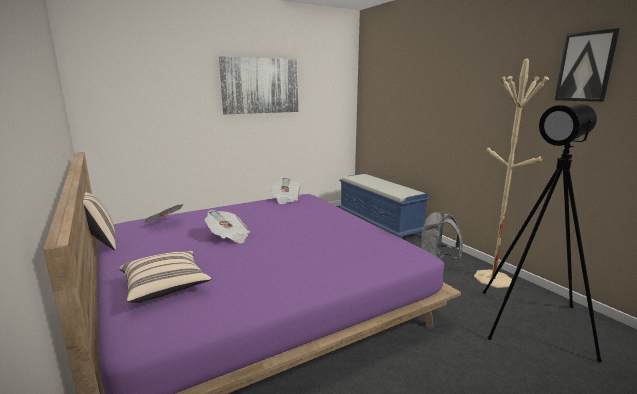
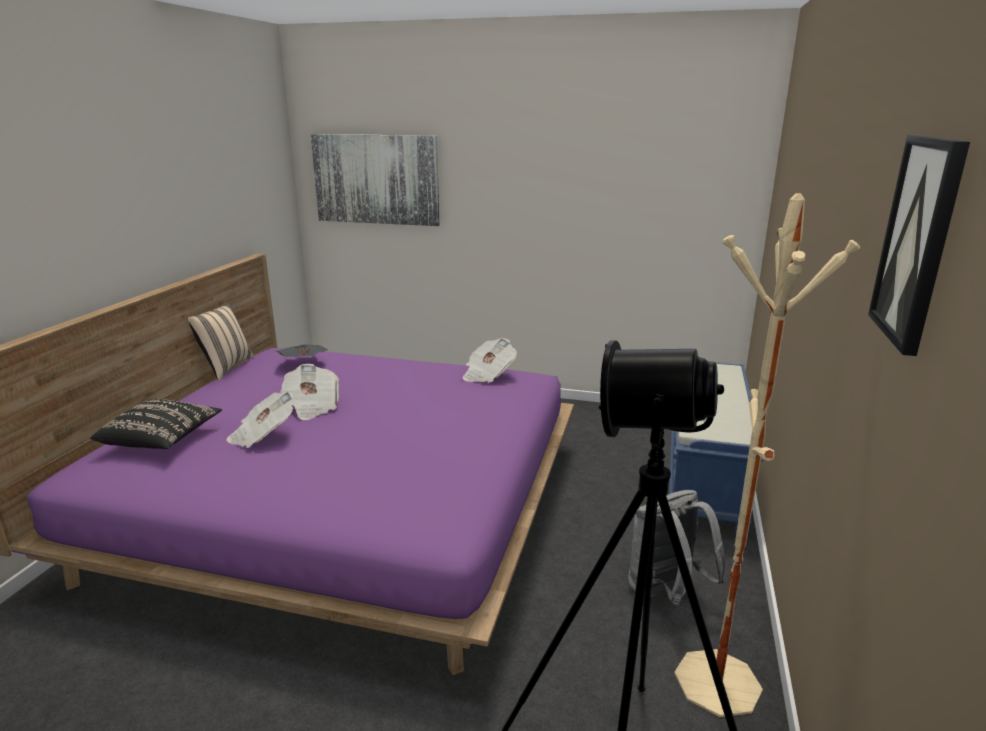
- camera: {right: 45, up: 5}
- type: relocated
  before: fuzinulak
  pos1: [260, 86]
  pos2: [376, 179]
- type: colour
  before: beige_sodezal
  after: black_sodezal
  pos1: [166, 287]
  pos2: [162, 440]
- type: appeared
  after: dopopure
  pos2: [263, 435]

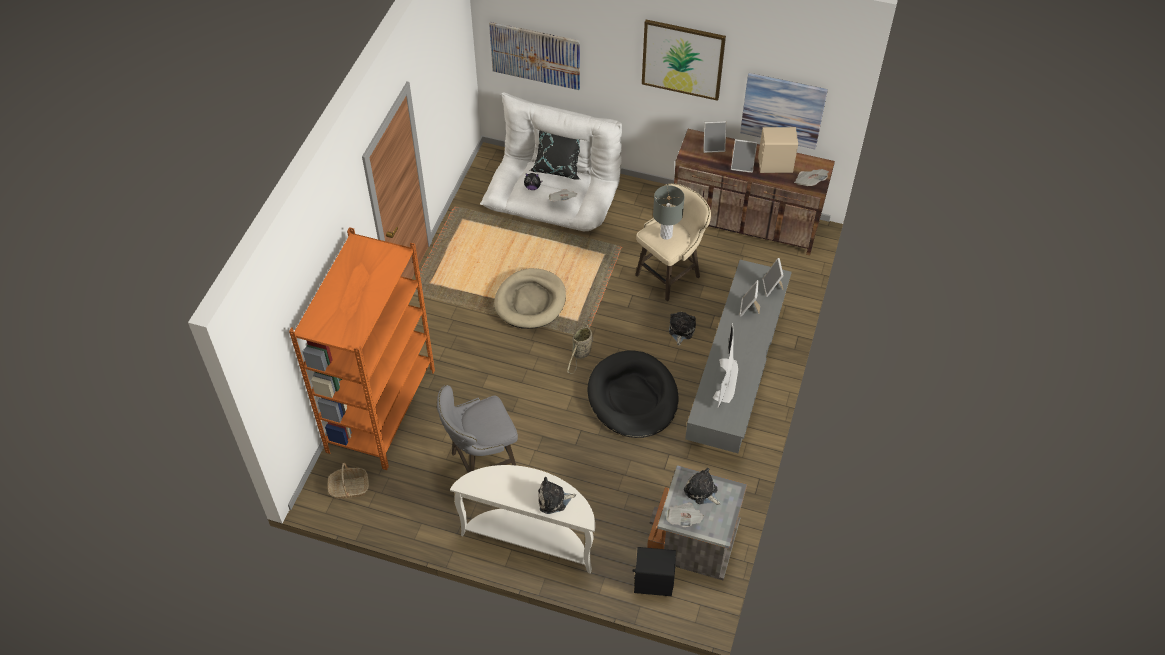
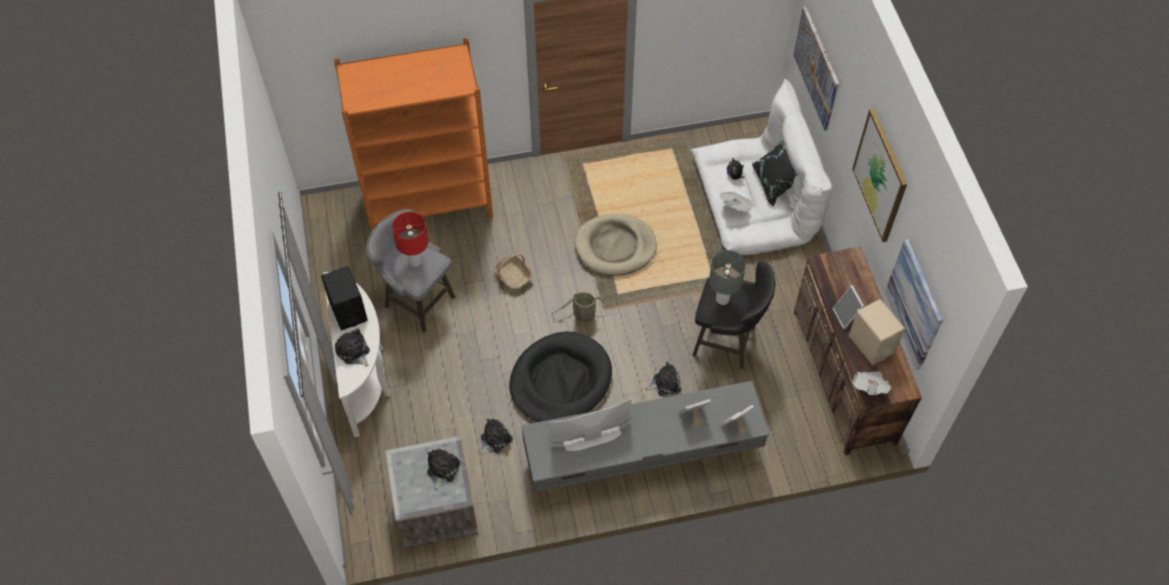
- camera: {right: 60, up: 5}
- type: missing
  before: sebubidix
  pos1: [713, 146]
- type: colour
  before: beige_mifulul
  after: black_mifulul
  pos1: [670, 274]
  pos2: [727, 342]
- type: relocated
  before: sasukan
  pos1: [349, 488]
  pos2: [513, 276]
- type: missing
  before: dopopure
  pos1: [684, 519]
- type: relocated
  before: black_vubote
  pos1: [653, 582]
  pos2: [348, 310]
- type: appeared
  after: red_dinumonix
  pos2: [415, 261]
- type: appeared
  after: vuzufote
  pos2: [494, 439]

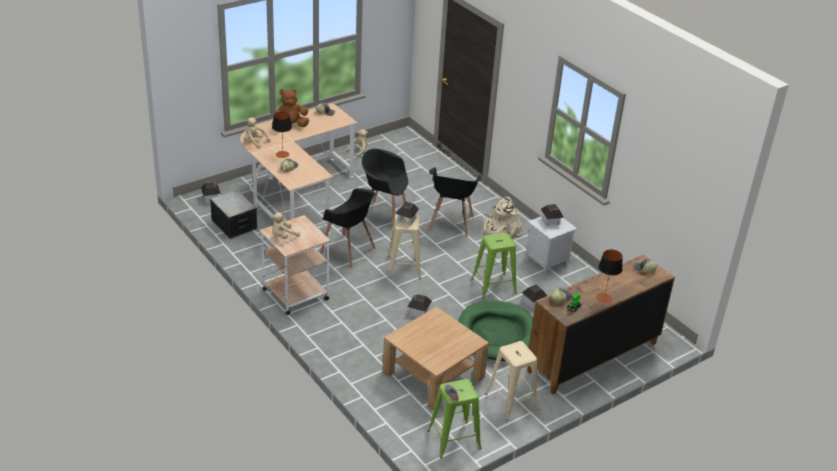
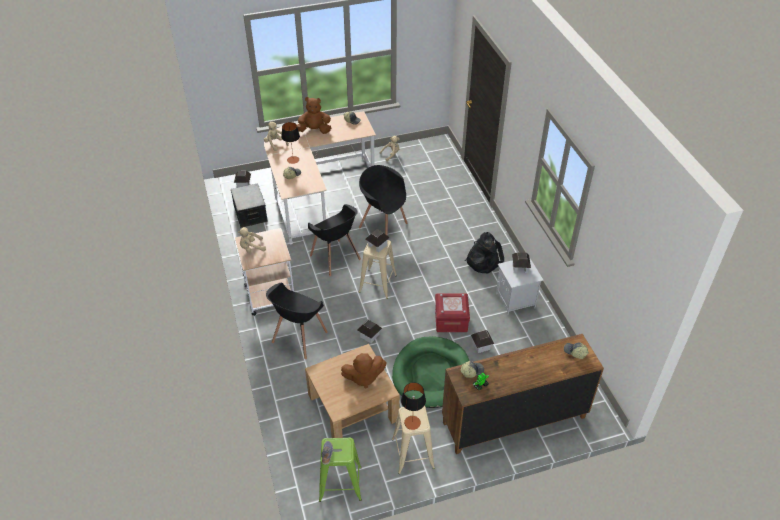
- camera: {right: 20, up: 10}
- type: relocated
  before: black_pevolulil
  pos1: [451, 224]
  pos2: [299, 338]
- type: colour
  before: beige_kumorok
  after: black_kumorok
  pos1: [500, 231]
  pos2: [483, 260]
- type: exchanged
  before: green_mifulul
  after: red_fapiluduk
  pos1: [493, 286]
  pos2: [451, 320]
- type: relocated
  before: dinumonix
  pos1: [604, 298]
  pos2: [412, 422]
- type: appeared
  after: brown_vuzufote
  pos2: [363, 377]

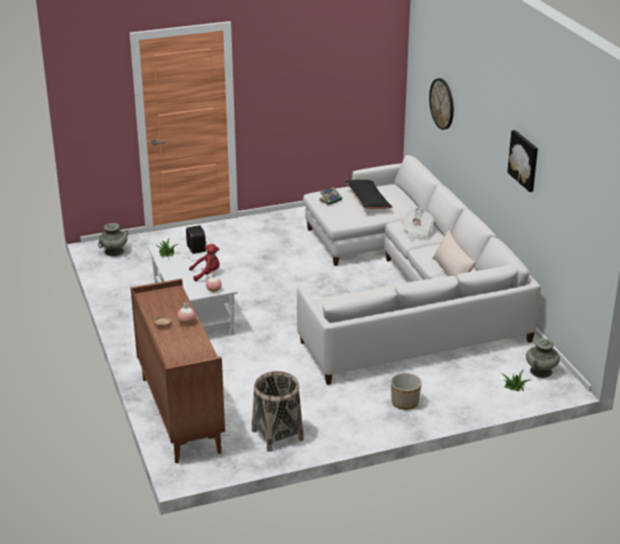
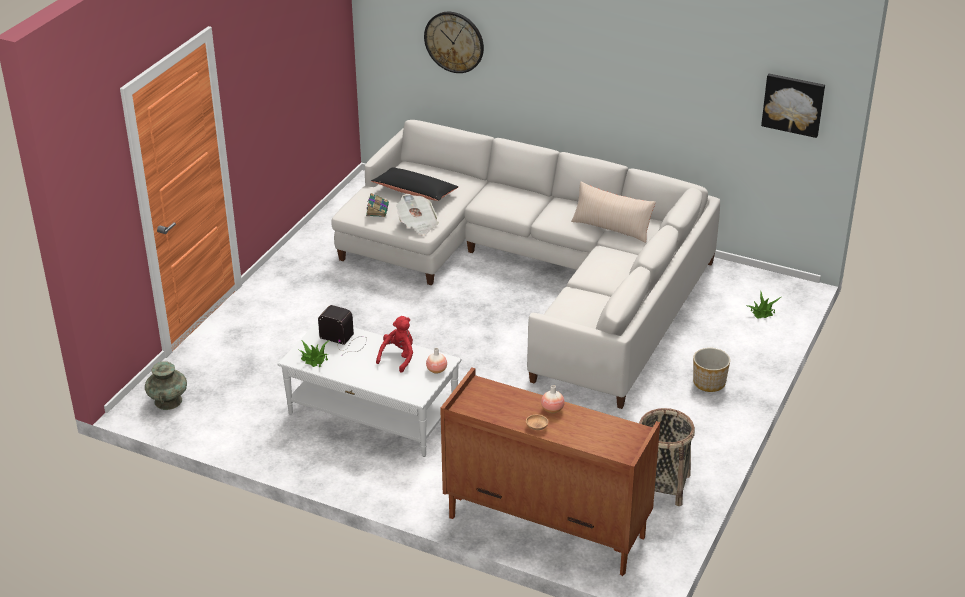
- camera: {right: -45, up: 5}
- type: relocated
  before: fuzinulak
  pos1: [524, 160]
  pos2: [793, 104]
- type: relocated
  before: dopopure
  pos1: [416, 232]
  pos2: [417, 224]
- type: missing
  before: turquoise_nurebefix
  pos1: [541, 371]

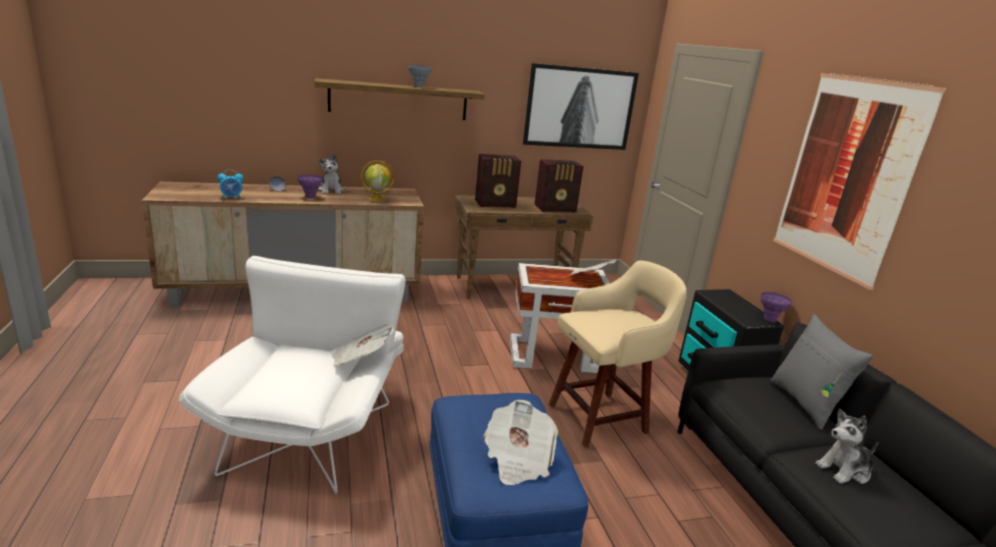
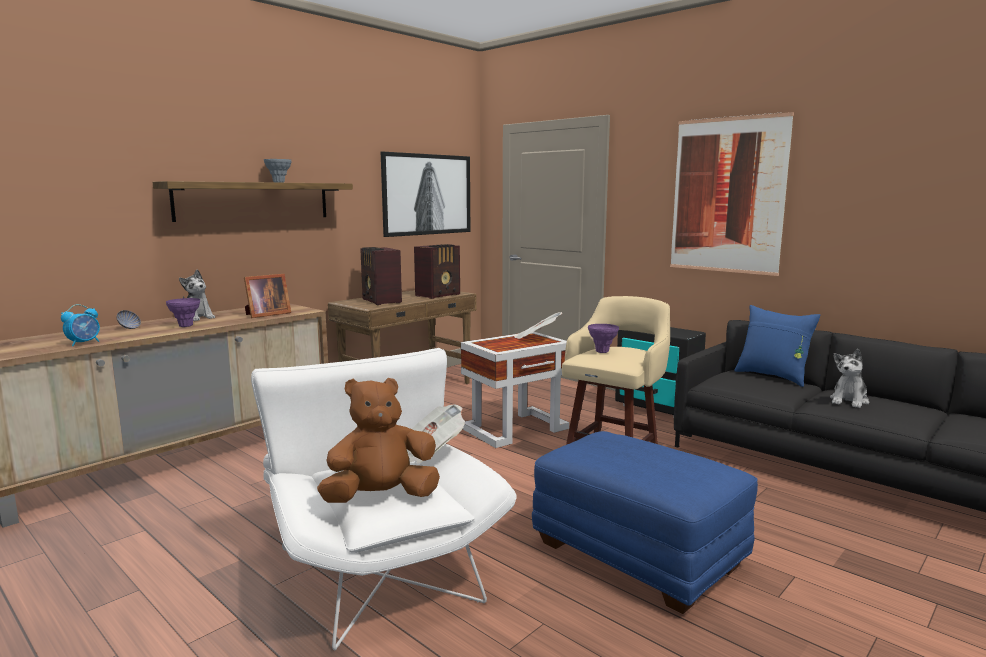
- camera: {right: -30, up: -10}
- type: spun
  before: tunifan
  pos1: [496, 204]
  pos2: [381, 301]
  turn: 105
- type: exchanged
  before: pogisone
  after: sebubidix
  pos1: [377, 199]
  pos2: [266, 314]
- type: relocated
  before: purple_nurebefix
  pos1: [769, 320]
  pos2: [602, 351]
- type: colour
  before: grey_sodezal
  after: blue_sodezal
  pos1: [804, 404]
  pos2: [772, 377]
- type: missing
  before: dopopure
  pos1: [517, 459]
- type: appeared
  after: brown_vuzufote
  pos2: [381, 497]

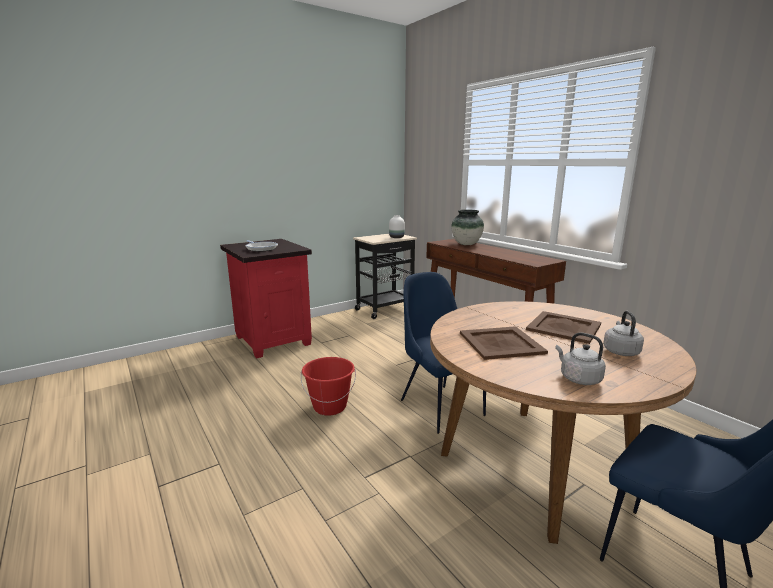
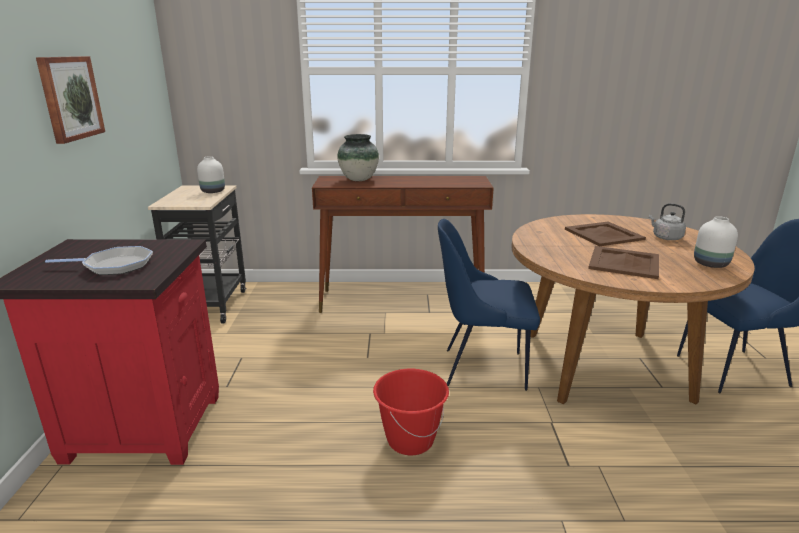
- camera: {right: -55, up: 5}
- type: exchanged
  before: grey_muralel
  after: white_nurebefix
  pos1: [578, 378]
  pos2: [710, 264]
- type: appeared
  after: fuzinulak
  pos2: [70, 98]

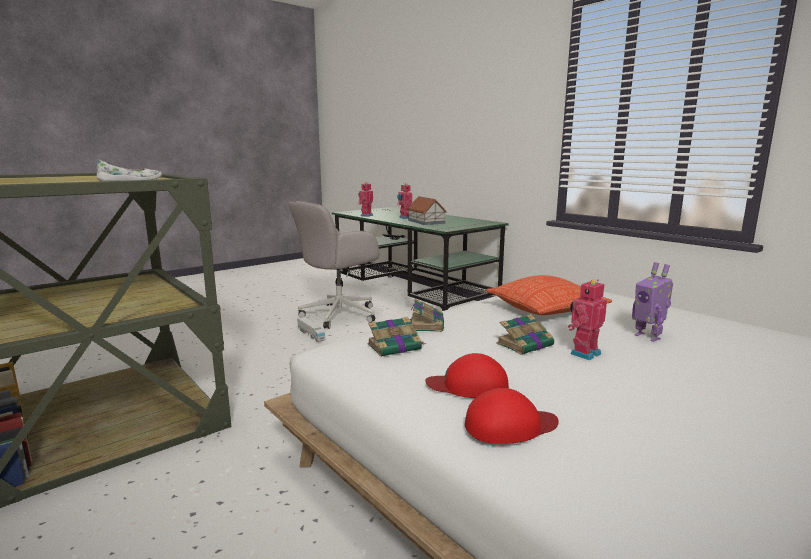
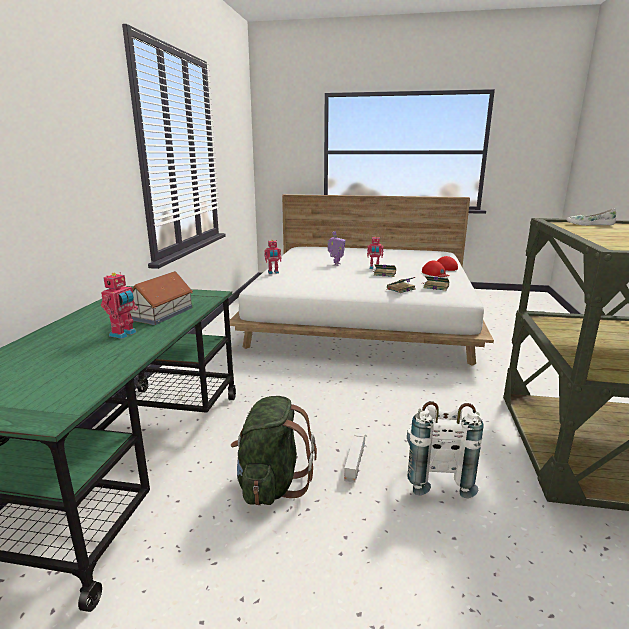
- camera: {right: -130, up: 5}
- type: relocated
  before: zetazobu
  pos1: [366, 215]
  pos2: [273, 272]
- type: exchanged
  before: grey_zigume
  after: green_kumorok
  pos1: [338, 315]
  pos2: [271, 484]
- type: missing
  before: orange_sodezal
  pos1: [545, 311]
- type: appeared
  after: white_kumorok
  pos2: [435, 476]

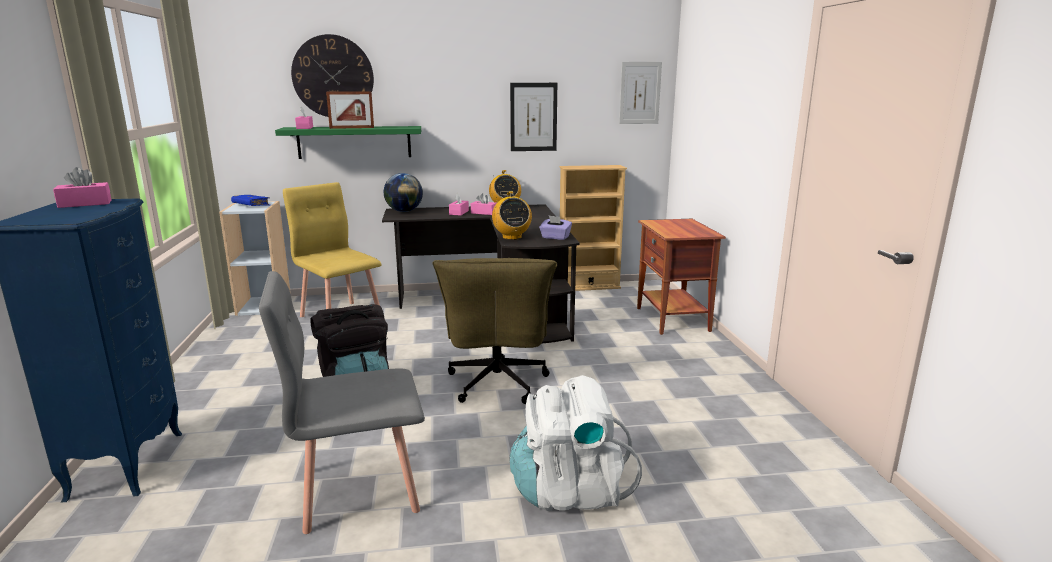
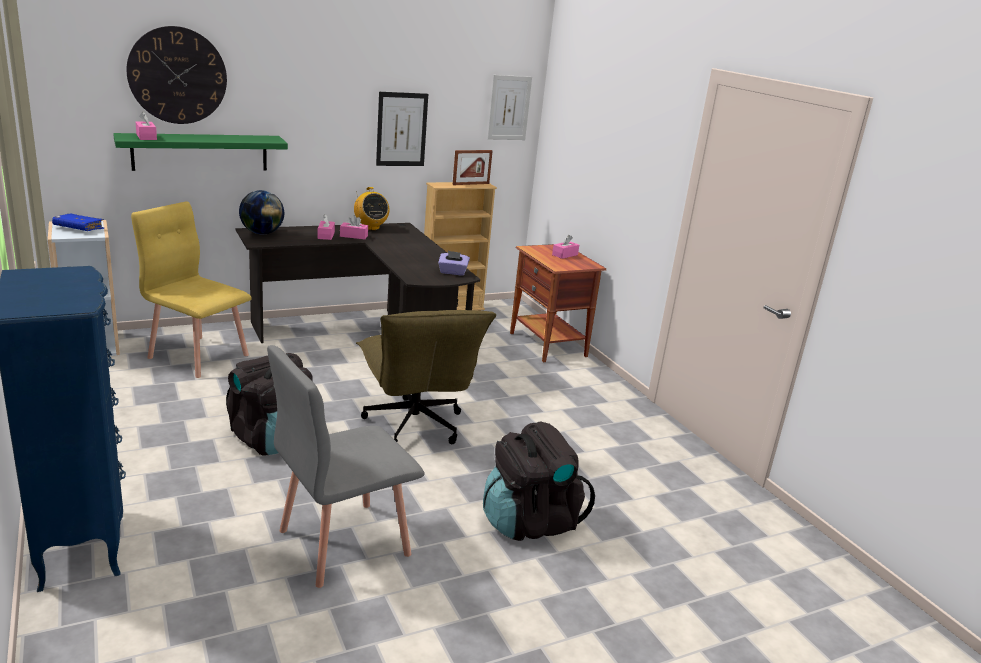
- camera: {right: -20, up: 5}
- type: relocated
  before: sebubidix
  pos1: [352, 128]
  pos2: [471, 184]
- type: relocated
  before: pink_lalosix
  pos1: [85, 204]
  pos2: [565, 255]
- type: missing
  before: tunifan
  pos1: [511, 237]
- type: colour
  before: white_kumorok
  after: black_kumorok
  pos1: [570, 491]
  pos2: [530, 521]

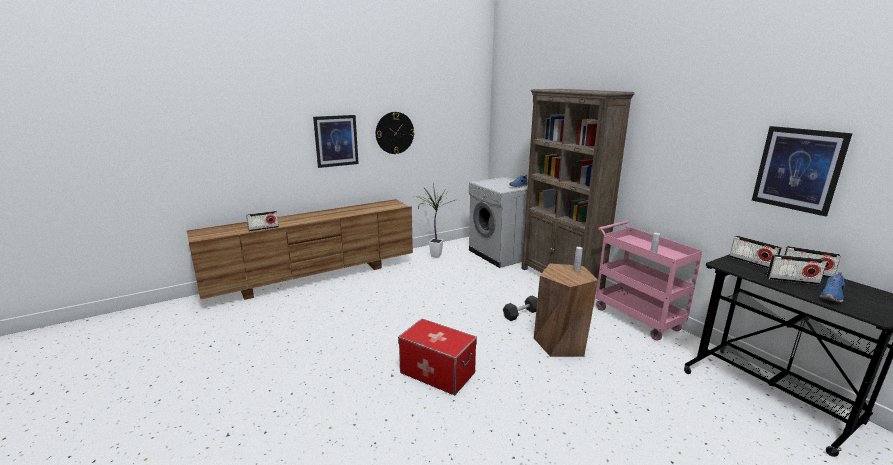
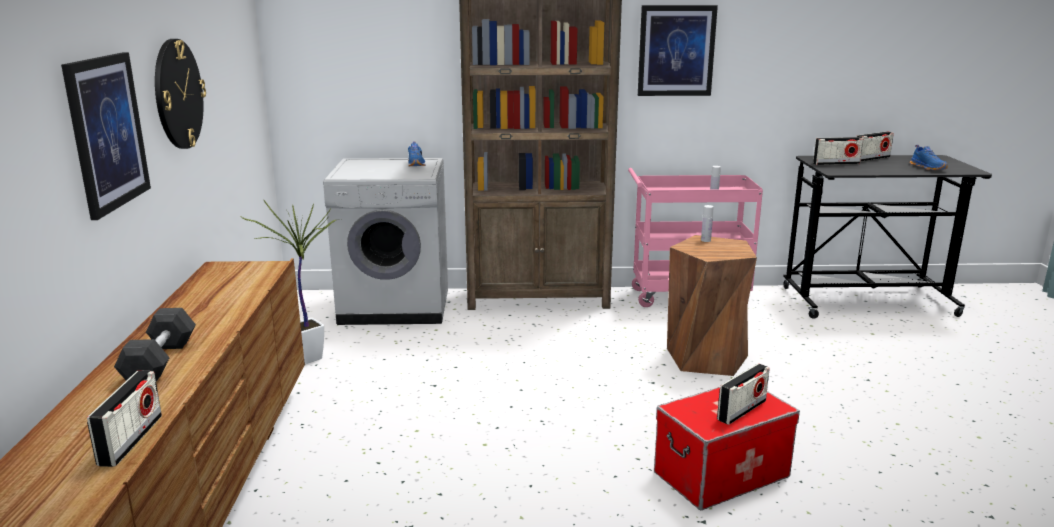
- camera: {right: -60, up: 0}
- type: relocated
  before: fuzinulak
  pos1: [798, 169]
  pos2: [676, 51]
- type: relocated
  before: tunifan
  pos1: [792, 280]
  pos2: [741, 410]
- type: relocated
  before: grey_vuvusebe
  pos1: [521, 314]
  pos2: [160, 362]

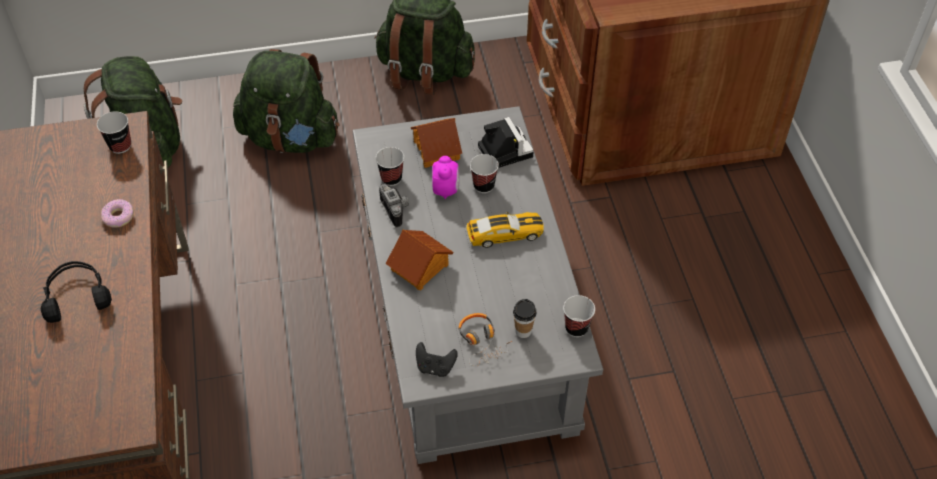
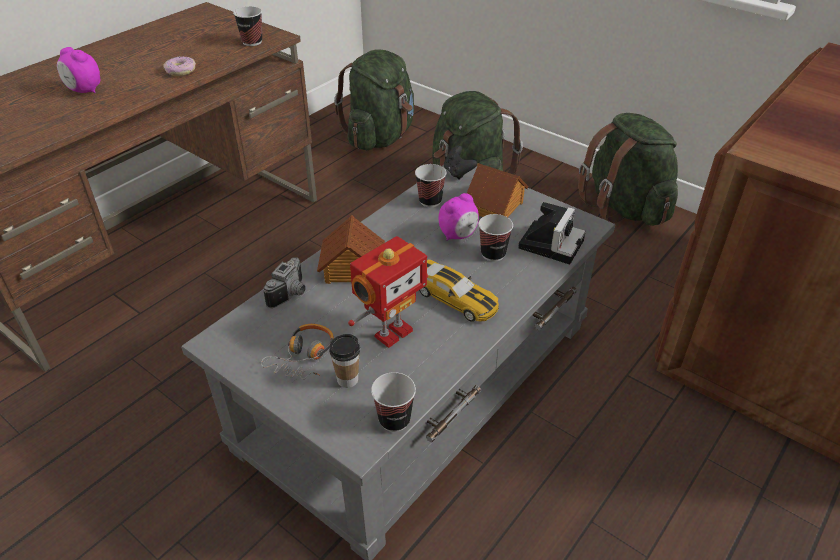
- camera: {right: 50, up: -10}
- type: relocated
  before: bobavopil
  pos1: [397, 210]
  pos2: [292, 294]
- type: exchanged
  before: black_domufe
  after: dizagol
  pos1: [76, 296]
  pos2: [84, 91]
- type: relocated
  before: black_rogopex
  pos1: [435, 367]
  pos2: [458, 173]
- type: appeared
  after: zetazobu
  pos2: [391, 332]

